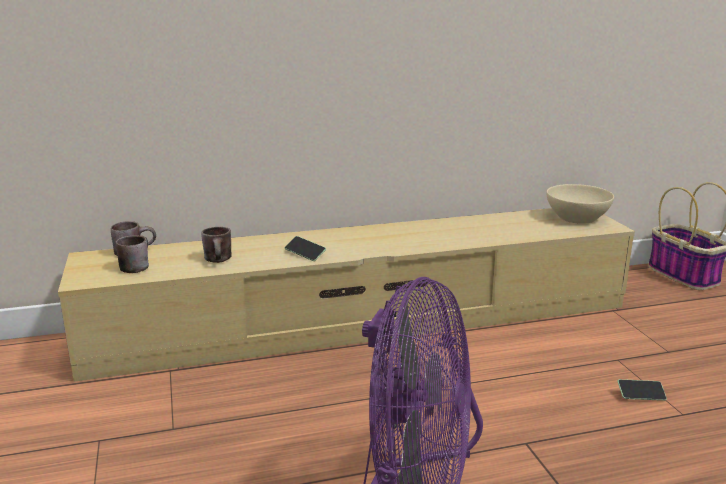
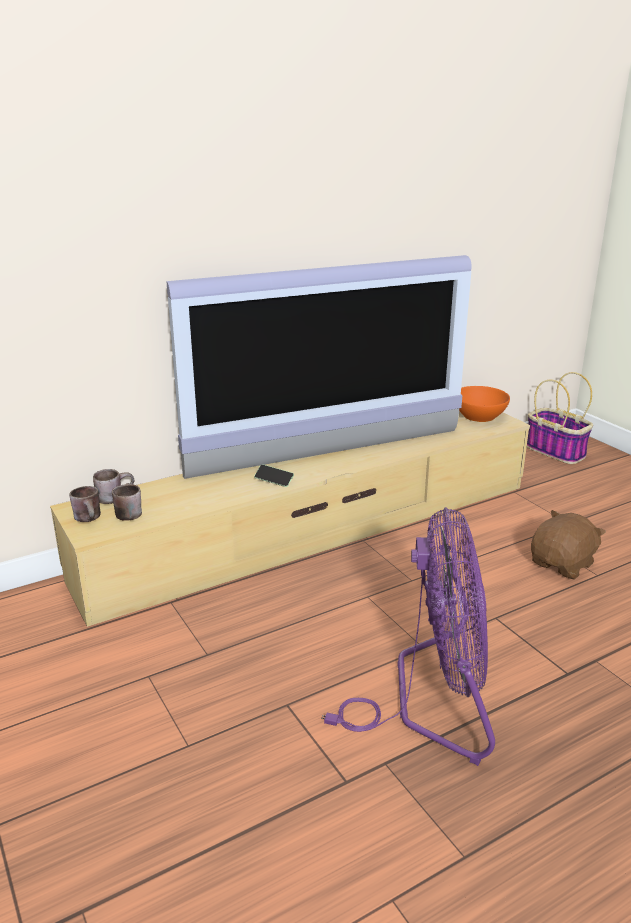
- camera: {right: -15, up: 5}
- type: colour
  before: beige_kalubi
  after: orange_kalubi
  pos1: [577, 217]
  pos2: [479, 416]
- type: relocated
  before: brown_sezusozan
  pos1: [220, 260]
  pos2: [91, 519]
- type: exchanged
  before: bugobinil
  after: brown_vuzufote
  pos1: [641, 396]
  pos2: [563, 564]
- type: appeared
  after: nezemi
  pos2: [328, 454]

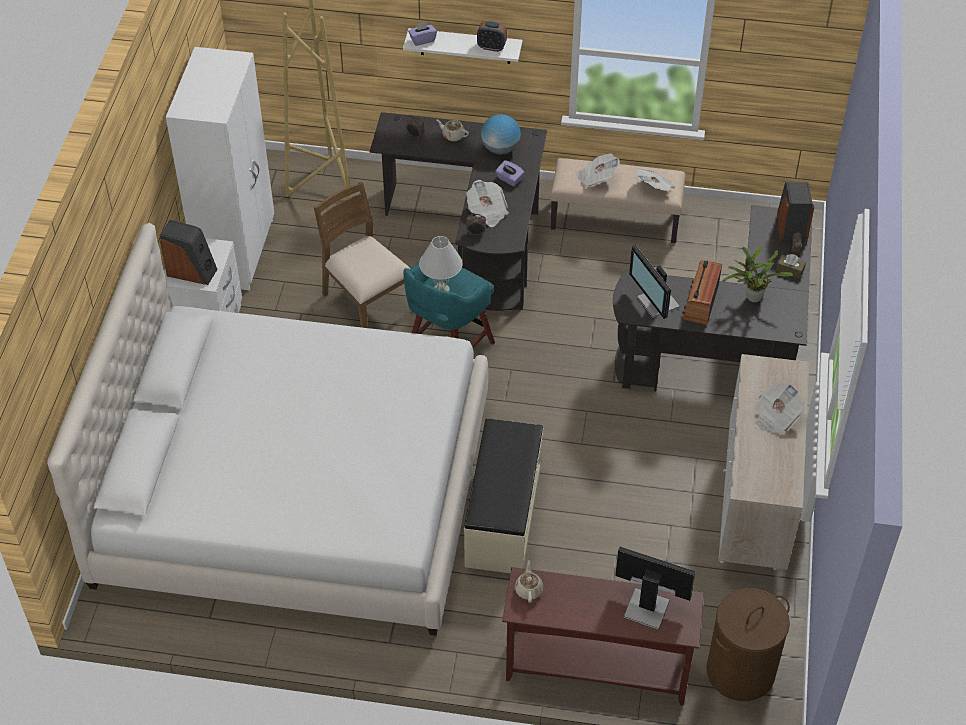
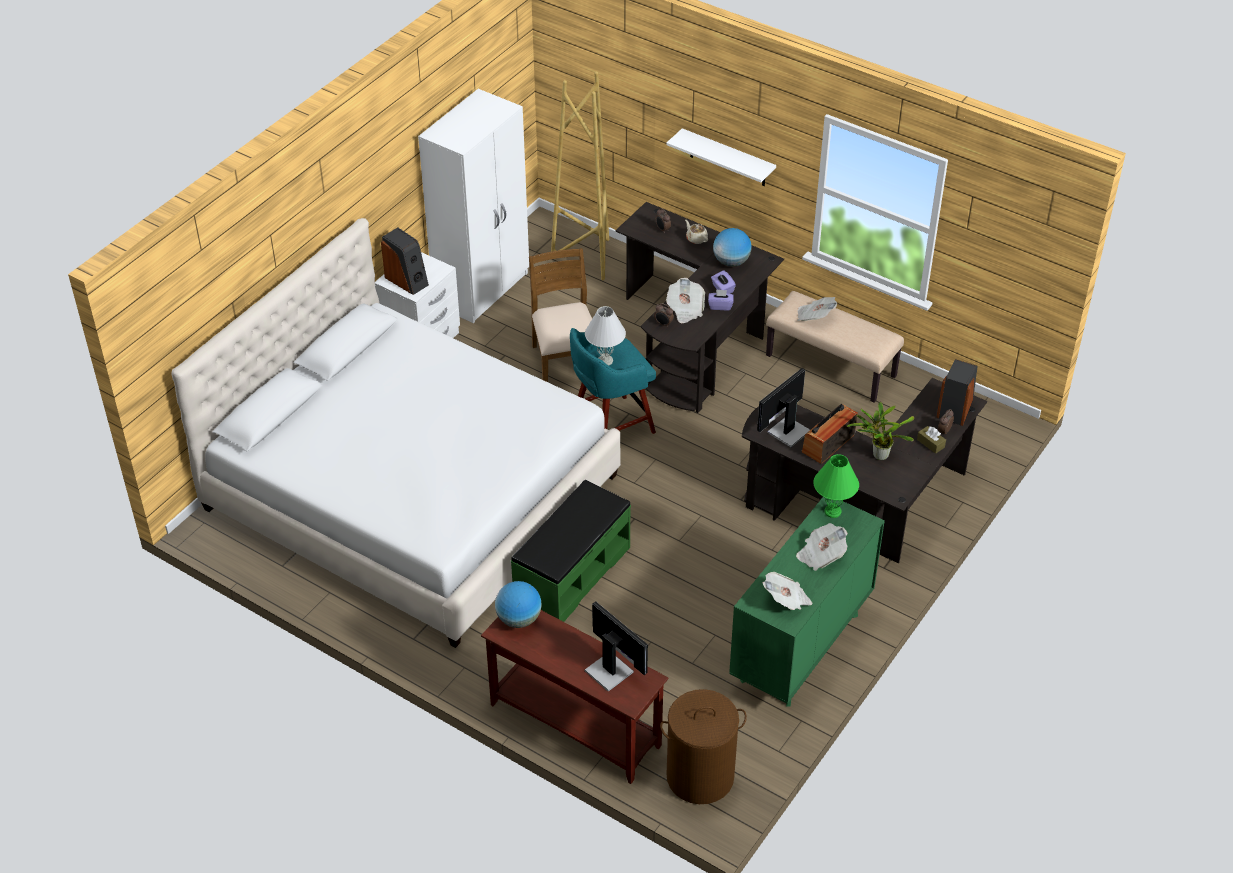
- camera: {right: 25, up: -5}
- type: missing
  before: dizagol
  pos1: [491, 47]
- type: relocated
  before: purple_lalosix
  pos1: [422, 40]
  pos2: [720, 306]
- type: relocated
  before: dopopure
  pos1: [655, 188]
  pos2: [786, 600]
- type: spun
  before: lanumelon
  pos1: [656, 303]
  pos2: [786, 431]
  turn: 45
- type: colour
  before: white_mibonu
  after: green_mibonu
  pos1: [753, 508]
  pos2: [801, 648]
- type: colour
  before: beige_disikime
  after: green_disikime
  pos1: [502, 516]
  pos2: [571, 574]
- type: exchanged
  before: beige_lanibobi
  after: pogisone
  pos1: [528, 589]
  pos2: [519, 619]
- type: appeared
  after: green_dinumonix
  pos2: [833, 511]

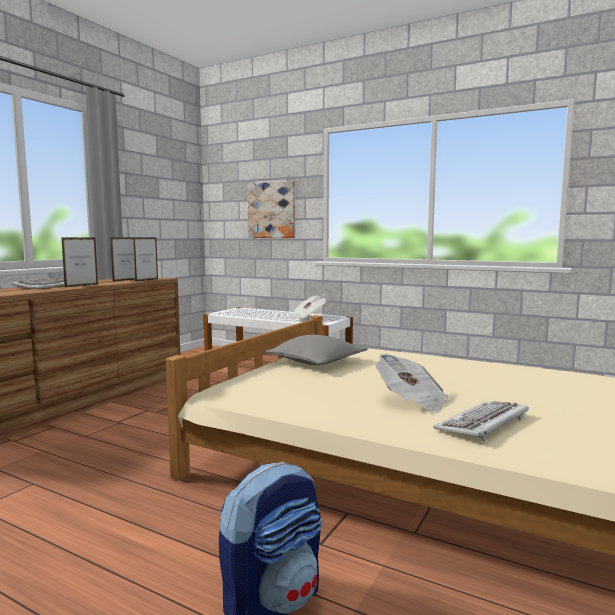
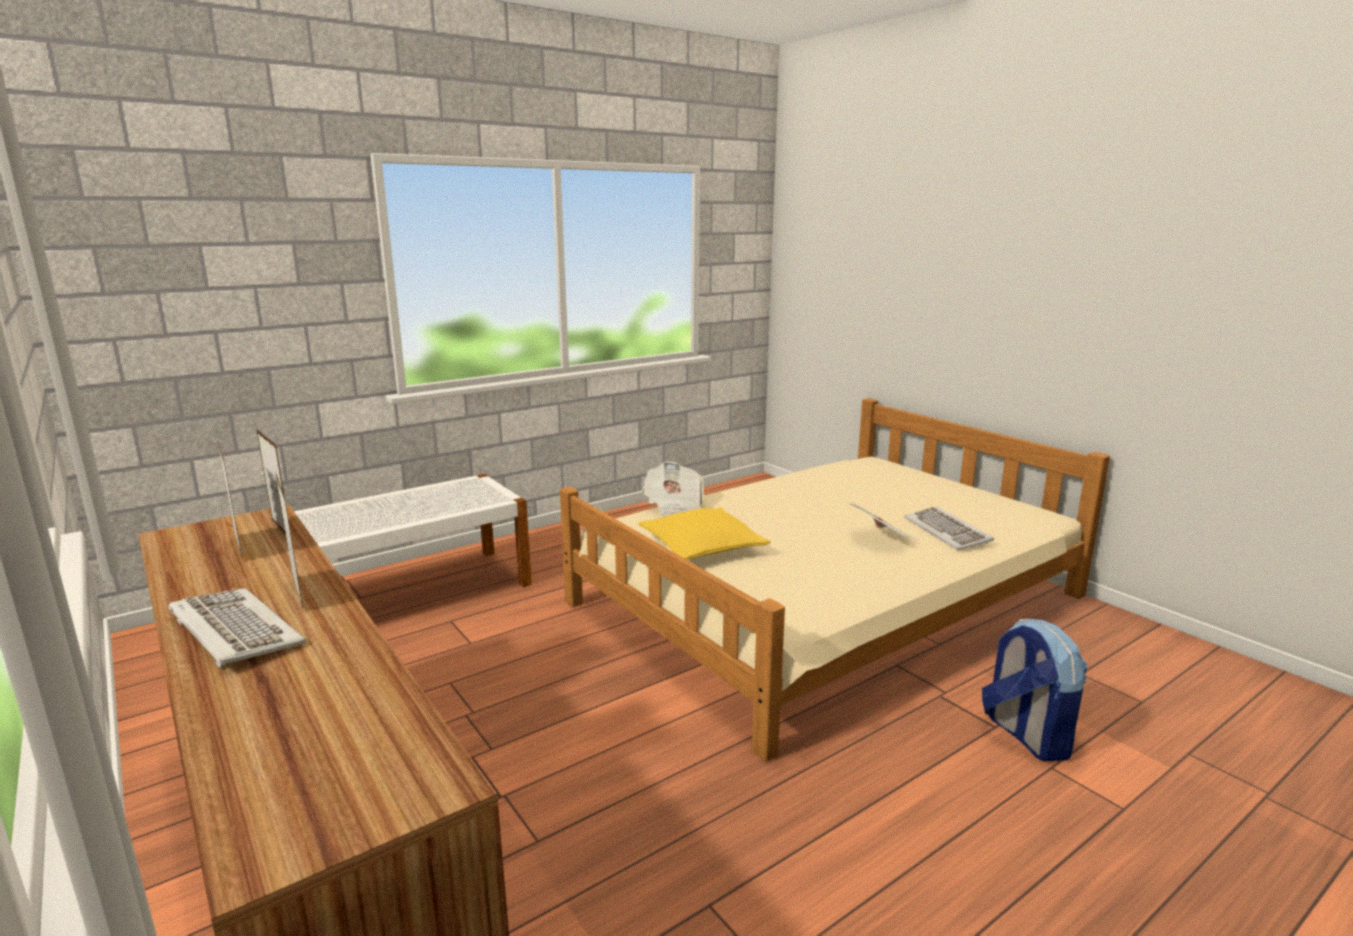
- camera: {right: -65, up: 10}
- type: missing
  before: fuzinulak
  pos1: [272, 210]
- type: relocated
  before: dopopure
  pos1: [306, 317]
  pos2: [673, 507]
- type: colour
  before: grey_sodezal
  after: yellow_sodezal
  pos1: [316, 362]
  pos2: [702, 547]

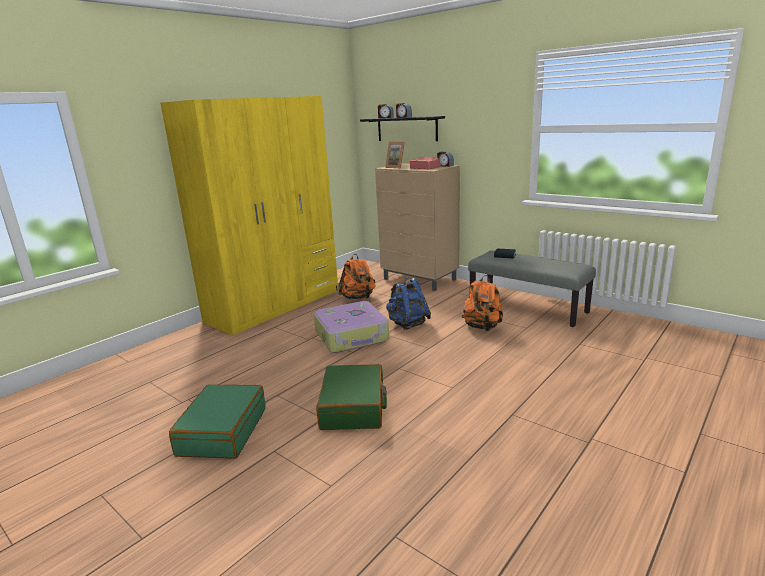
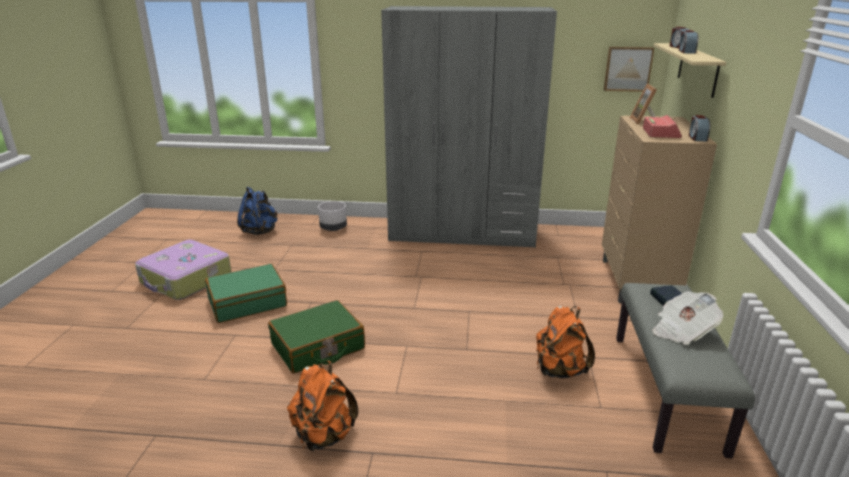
- camera: {right: 55, up: 5}
- type: colour
  before: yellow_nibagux
  after: grey_nibagux
  pos1: [275, 305]
  pos2: [462, 233]
- type: colour
  before: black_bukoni
  after: beige_bukoni
  pos1: [407, 129]
  pos2: [697, 69]
- type: relocated
  before: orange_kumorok
  pos1: [358, 298]
  pos2: [324, 435]
- type: relocated
  before: blue_kumorok
  pos1: [407, 324]
  pos2: [260, 231]
- type: relocated
  before: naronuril
  pos1: [352, 336]
  pos2: [186, 280]
- type: appeared
  after: fuzinulak
  pos2: [627, 68]
- type: appeared
  after: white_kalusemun
  pos2: [333, 228]
- type: appeared
  after: dopopure
  pos2: [682, 331]

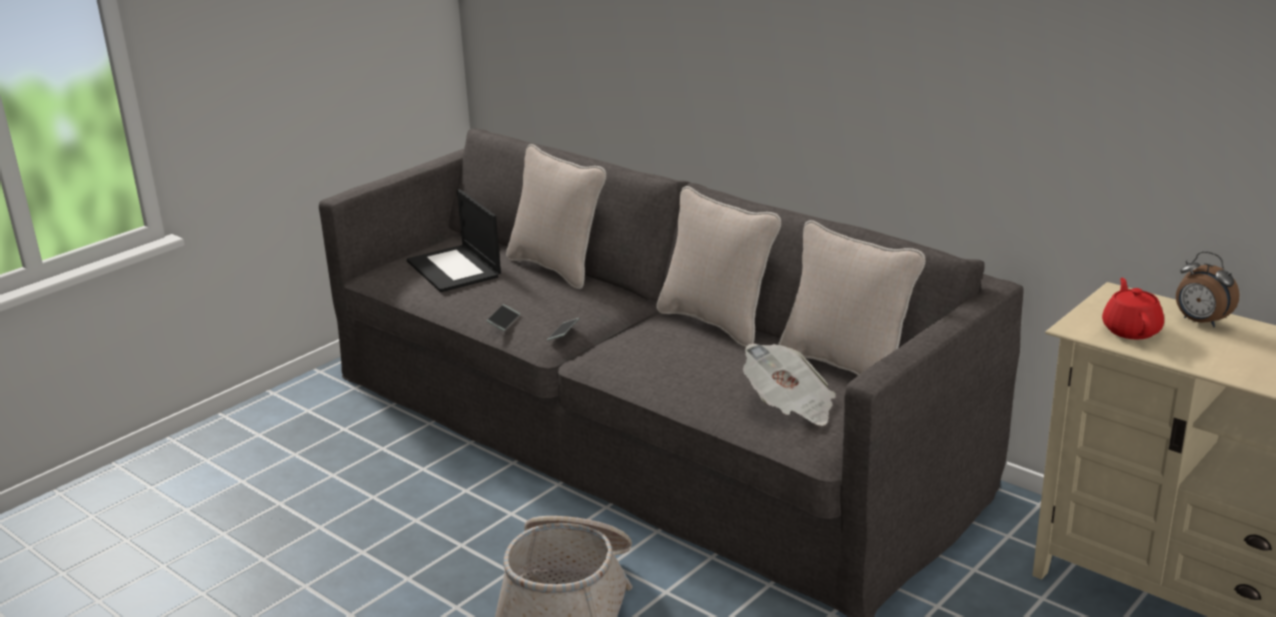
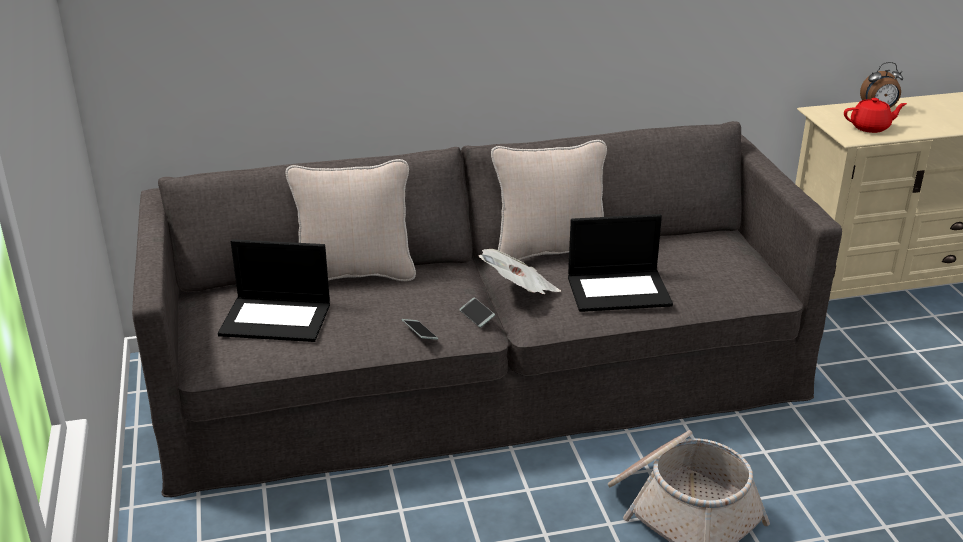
- camera: {right: -55, up: 5}
- type: missing
  before: beige_sodezal
  pos1: [845, 366]
- type: spun
  before: red_lanibobi
  pos1: [1131, 330]
  pos2: [870, 127]
  turn: 135
- type: relocated
  before: dopopure
  pos1: [790, 406]
  pos2: [519, 291]
- type: appeared
  after: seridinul
  pos2: [619, 290]

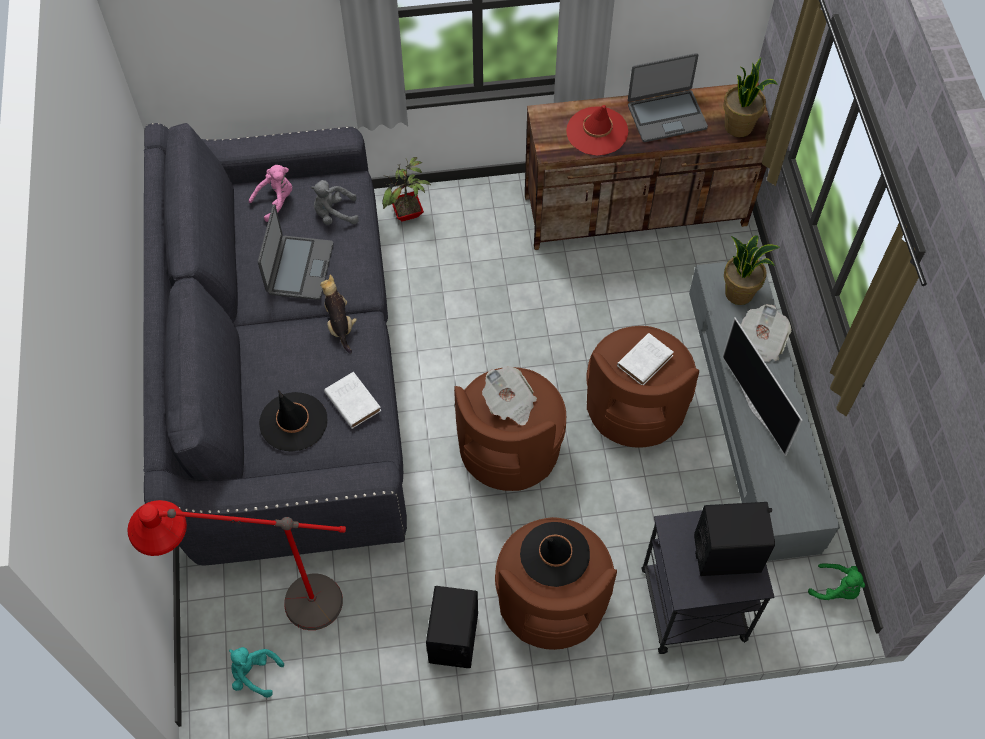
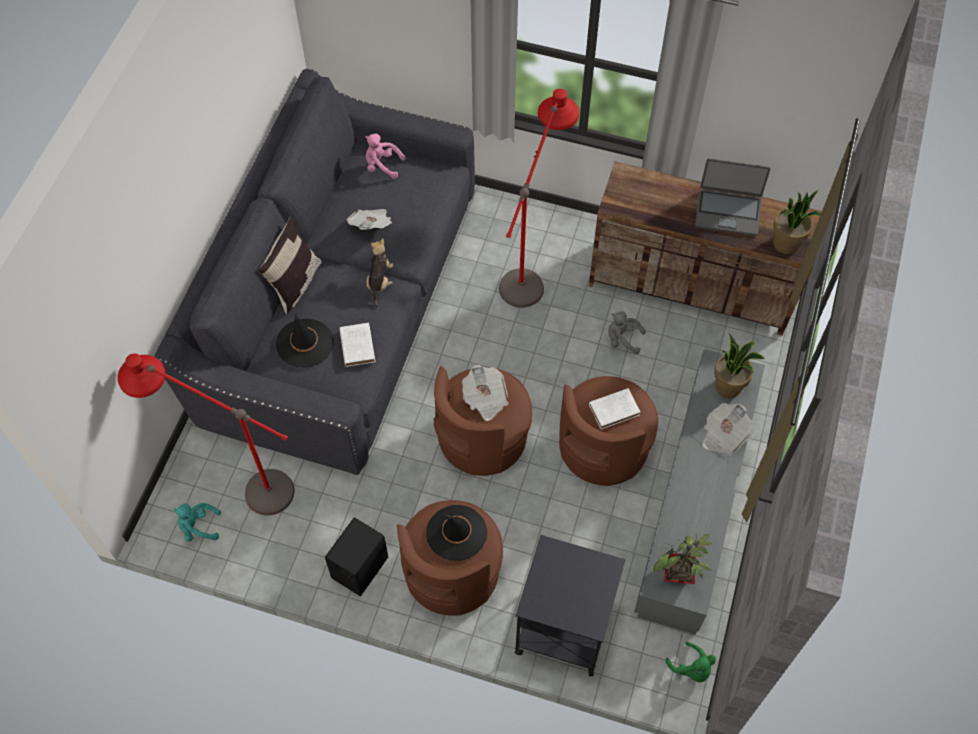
- camera: {right: 25, up: 0}
- type: missing
  before: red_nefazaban
  pos1: [597, 131]
- type: relocated
  before: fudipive
  pos1: [408, 215]
  pos2: [678, 575]
- type: spun
  before: pink_vuzufote
  pos1: [276, 201]
  pos2: [382, 165]
  turn: -150
- type: relocated
  before: grey_vuzufote
  pos1: [334, 214]
  pos2: [622, 339]
- type: exchanged
  before: seridinul
  after: dopopure
  pos1: [299, 268]
  pos2: [372, 226]
- type: missing
  before: nezemi
  pos1: [756, 408]
- type: missing
  before: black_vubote
  pos1: [727, 553]
- type: spun
  before: turquoise_vuzufote
  pos1: [254, 674]
  pos2: [198, 527]
  turn: -45
- type: appeared
  after: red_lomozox
  pos2: [533, 264]
- type: appeared
  after: sodezal
  pos2: [295, 284]

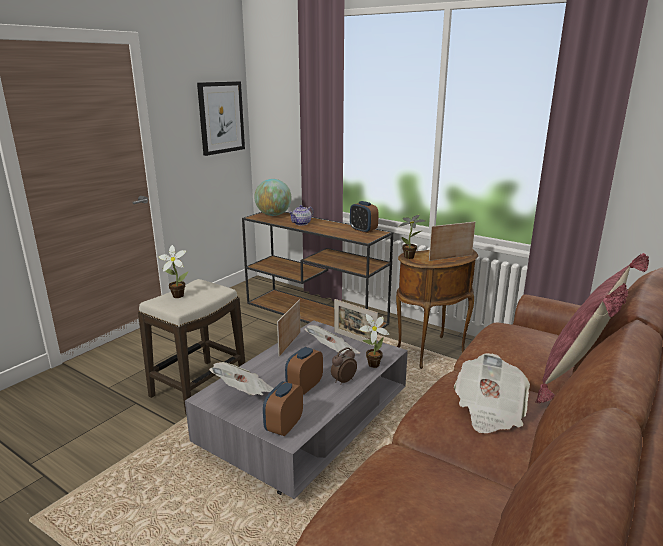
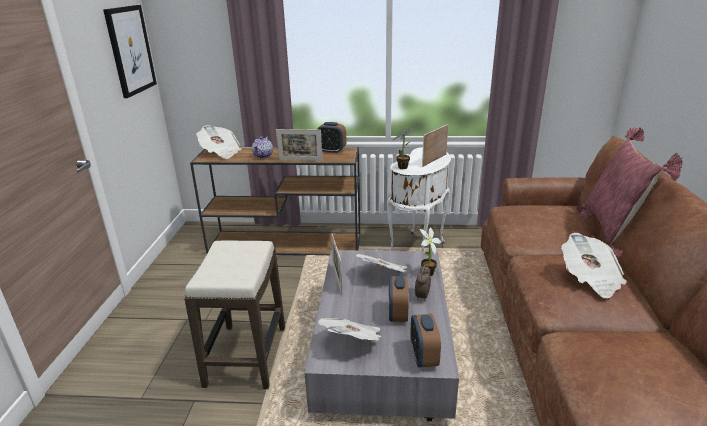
- camera: {right: -30, up: 5}
- type: exchanged
  before: pogisone
  after: dopopure
  pos1: [273, 215]
  pos2: [220, 152]
- type: missing
  before: fudipive
  pos1: [176, 295]
- type: colour
  before: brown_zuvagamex
  after: white_zuvagamex
  pos1: [432, 353]
  pos2: [419, 249]
- type: relocated
  before: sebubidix
  pos1: [354, 339]
  pos2: [300, 160]

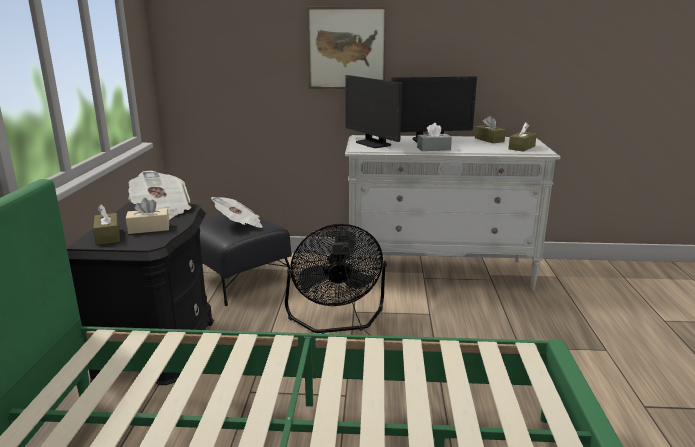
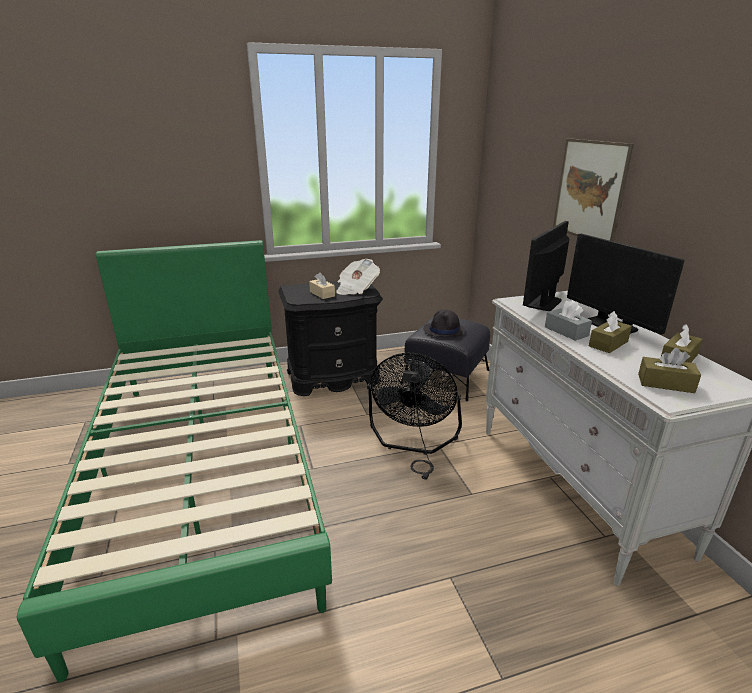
- camera: {right: 70, up: 5}
- type: exchanged
  before: dopopure
  after: black_nefazaban
  pos1: [239, 225]
  pos2: [444, 330]
- type: relocated
  before: brown_lalosix
  pos1: [108, 236]
  pos2: [608, 344]
- type: spun
  before: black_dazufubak
  pos1: [342, 324]
  pos2: [413, 443]
  turn: -45

